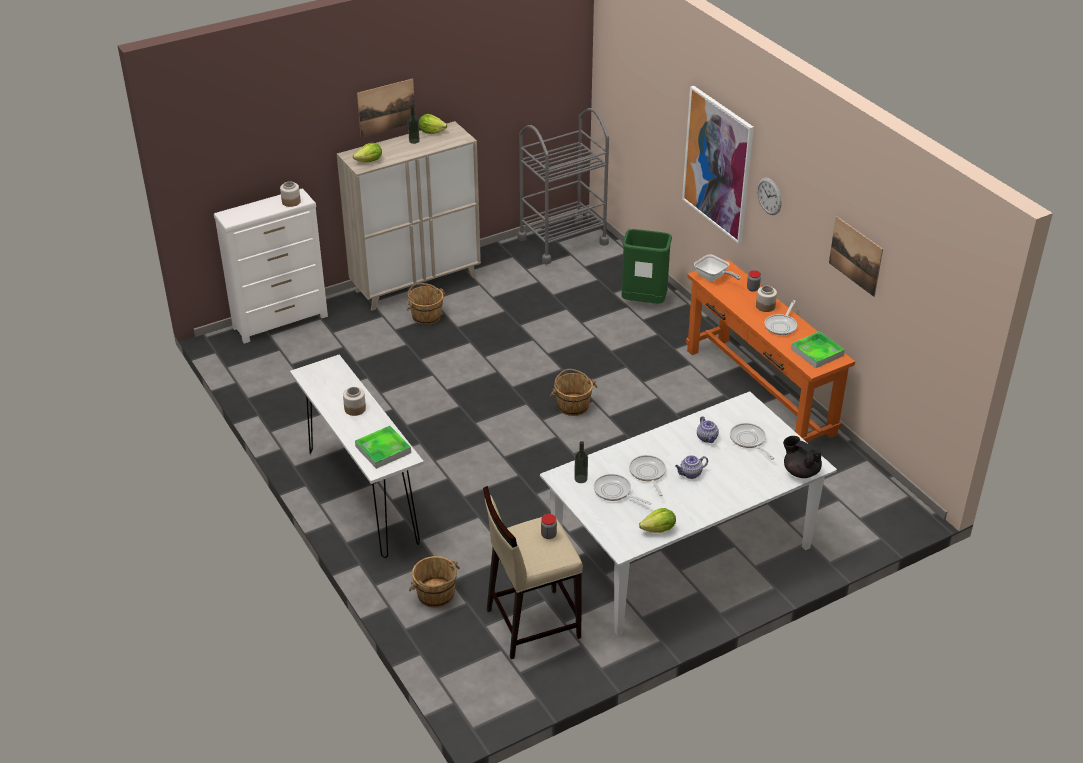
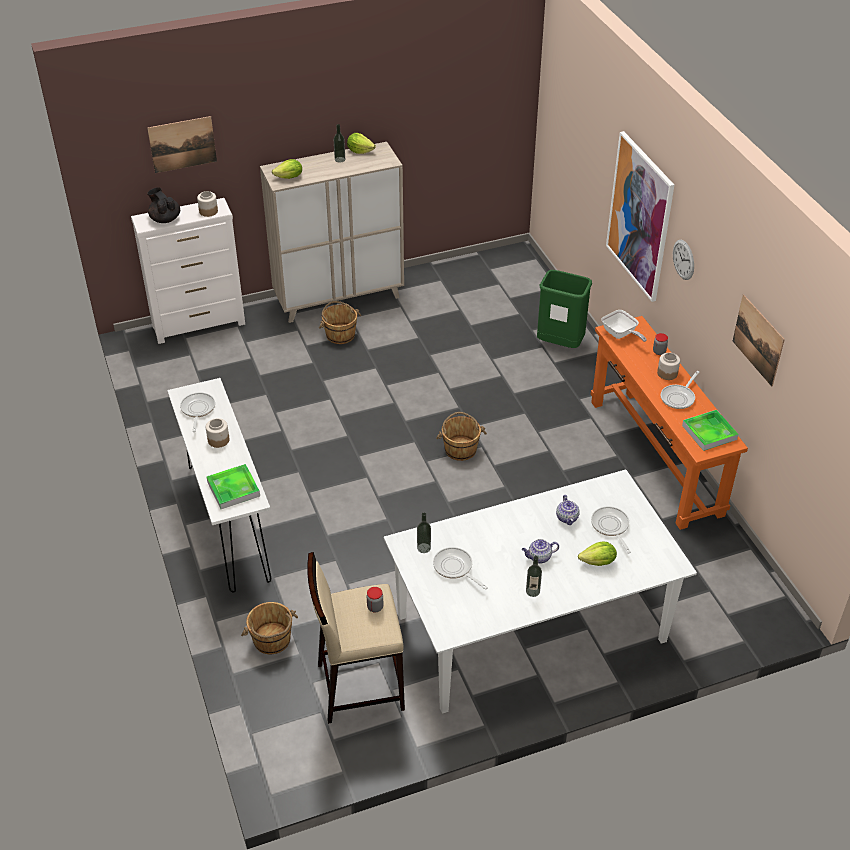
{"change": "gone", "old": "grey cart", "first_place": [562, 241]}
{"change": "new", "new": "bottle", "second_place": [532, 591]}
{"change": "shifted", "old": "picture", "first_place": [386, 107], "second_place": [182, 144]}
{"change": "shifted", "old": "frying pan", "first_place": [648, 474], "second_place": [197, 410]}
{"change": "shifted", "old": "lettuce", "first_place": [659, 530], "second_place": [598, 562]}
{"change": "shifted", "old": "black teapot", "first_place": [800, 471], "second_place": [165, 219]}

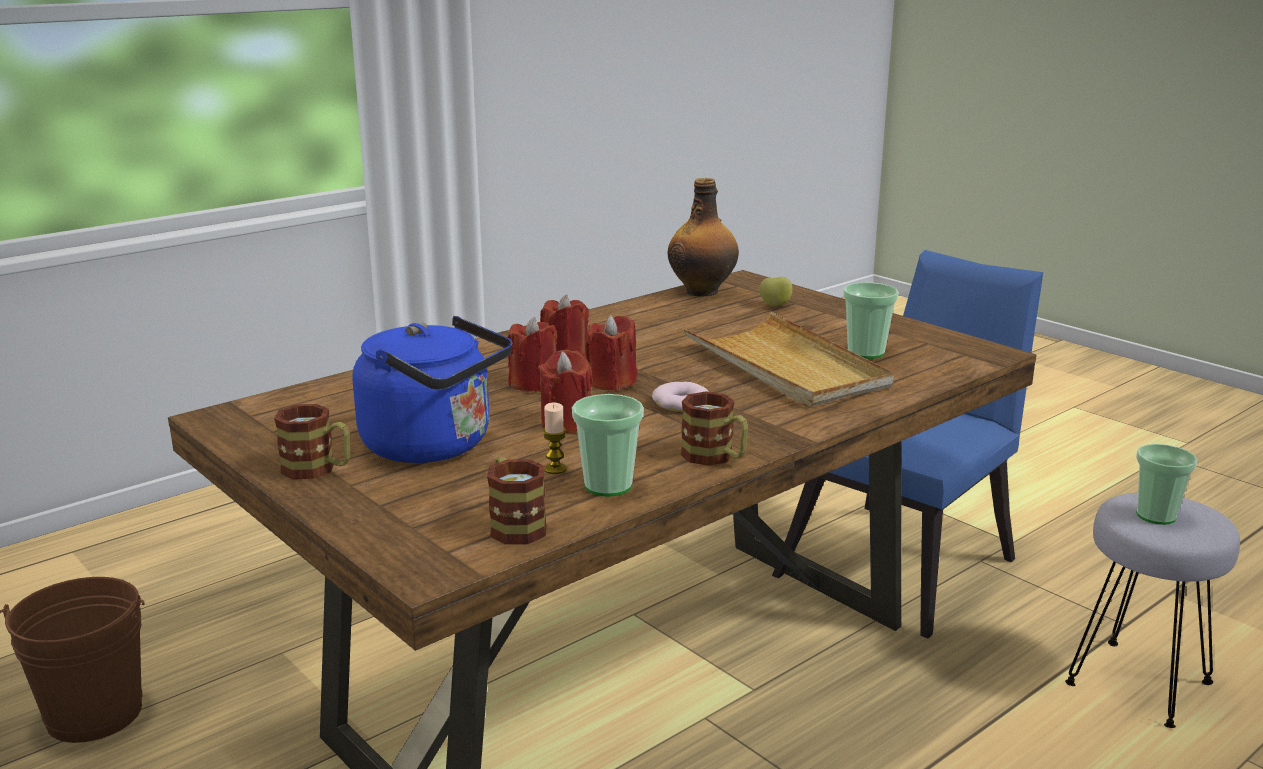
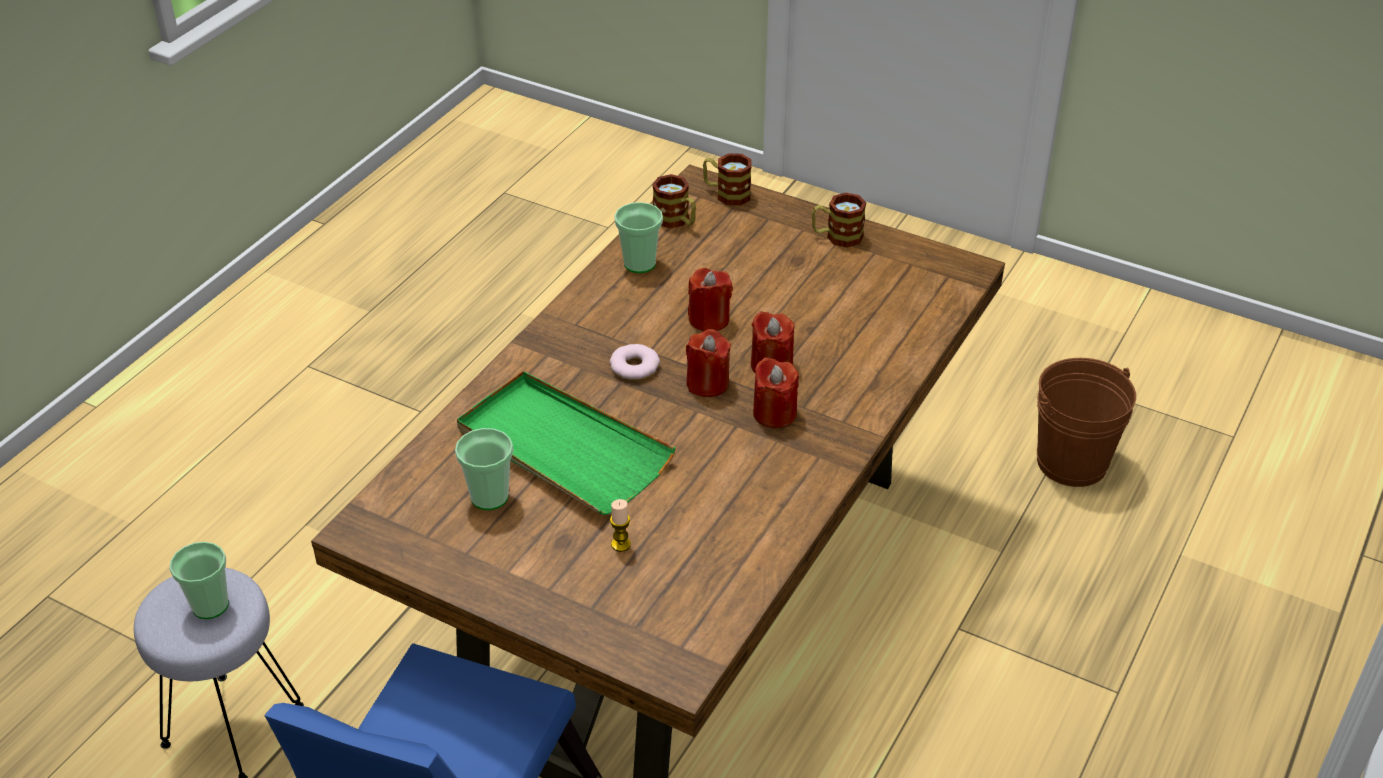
{"change": "gone", "old": "blue kettle", "first_place": [435, 446]}
{"change": "gone", "old": "bottle", "first_place": [703, 291]}
{"change": "gone", "old": "apple", "first_place": [775, 305]}
{"change": "shifted", "old": "candle", "first_place": [555, 469], "second_place": [621, 544]}
{"change": "shifted", "old": "mug", "first_place": [715, 458], "second_place": [726, 194]}
{"change": "repainted", "old": "beige tray", "new": "green tray", "first_place": [786, 367], "second_place": [562, 448]}

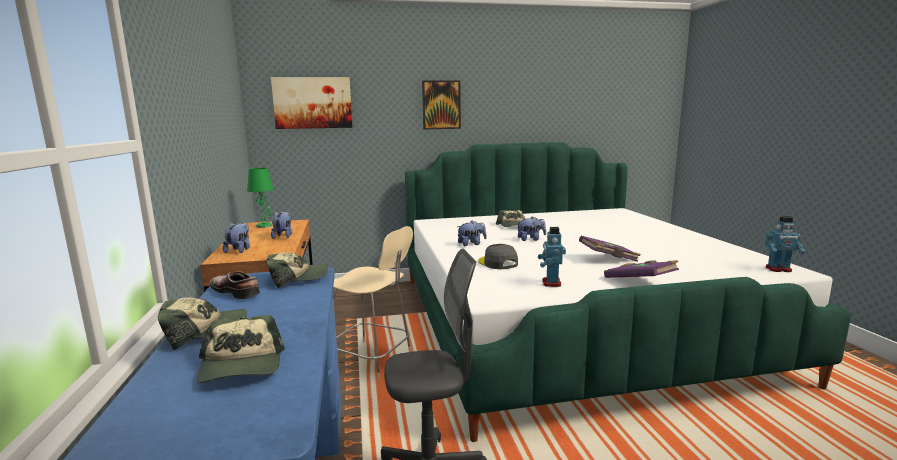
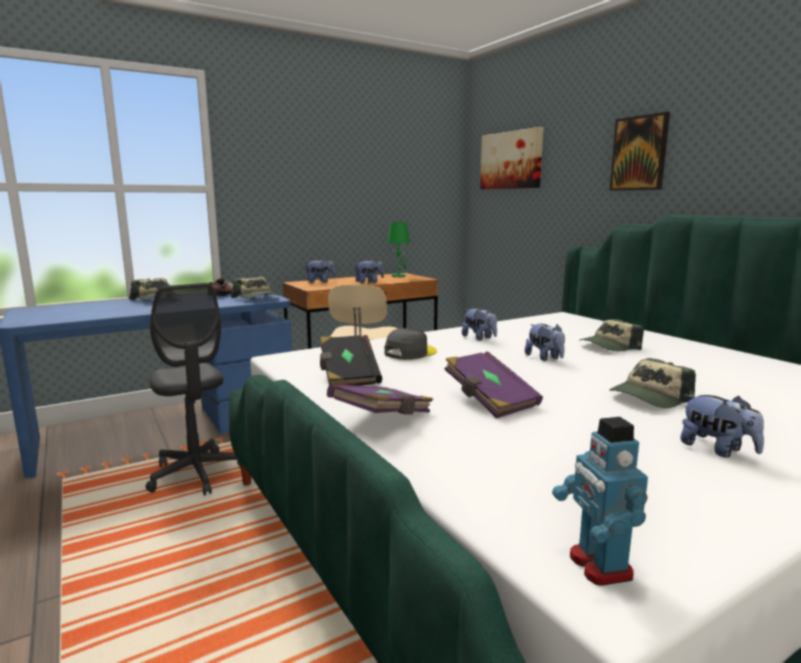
{"change": "new", "new": "plush toy", "second_place": [717, 449]}
{"change": "shifted", "old": "cap", "first_place": [242, 366], "second_place": [649, 398]}
{"change": "swapped", "old": "toy robot", "new": "black book", "first_place": [551, 283], "second_place": [348, 376]}

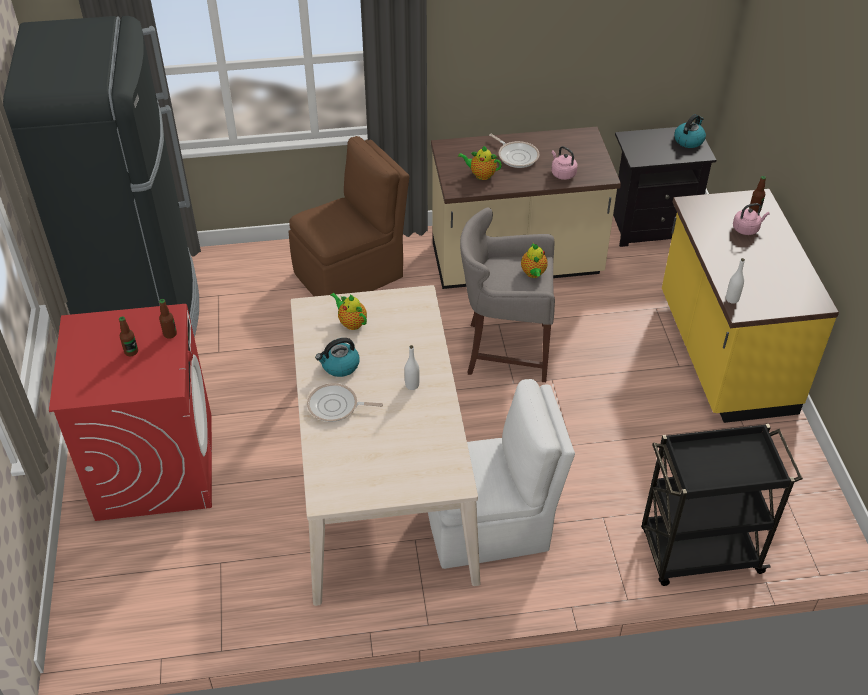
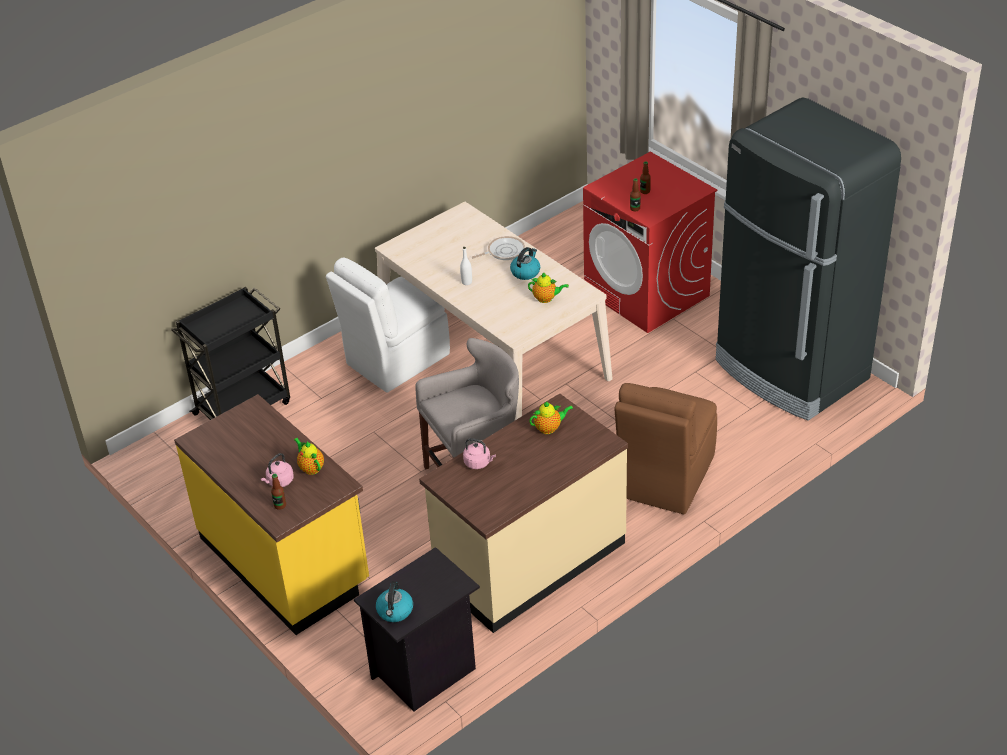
{"change": "gone", "old": "frying pan", "first_place": [516, 156]}
{"change": "gone", "old": "white bottle", "first_place": [732, 299]}
{"change": "shifted", "old": "teapot", "first_place": [533, 274], "second_place": [310, 467]}

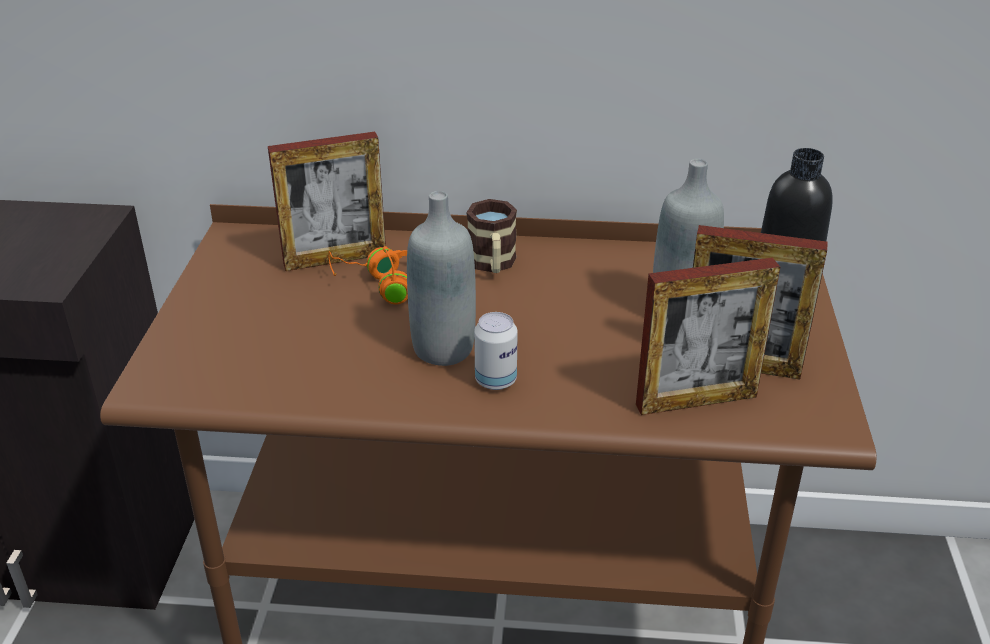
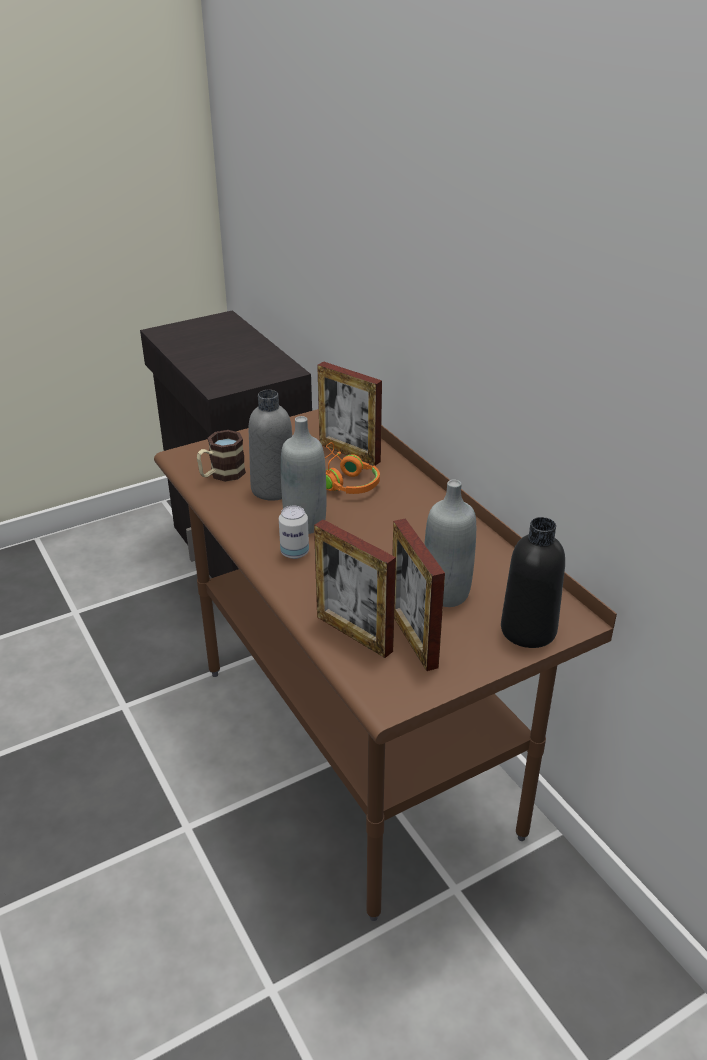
{"change": "new", "new": "grey bottle", "second_place": [273, 489]}
{"change": "shifted", "old": "mug", "first_place": [493, 265], "second_place": [221, 475]}

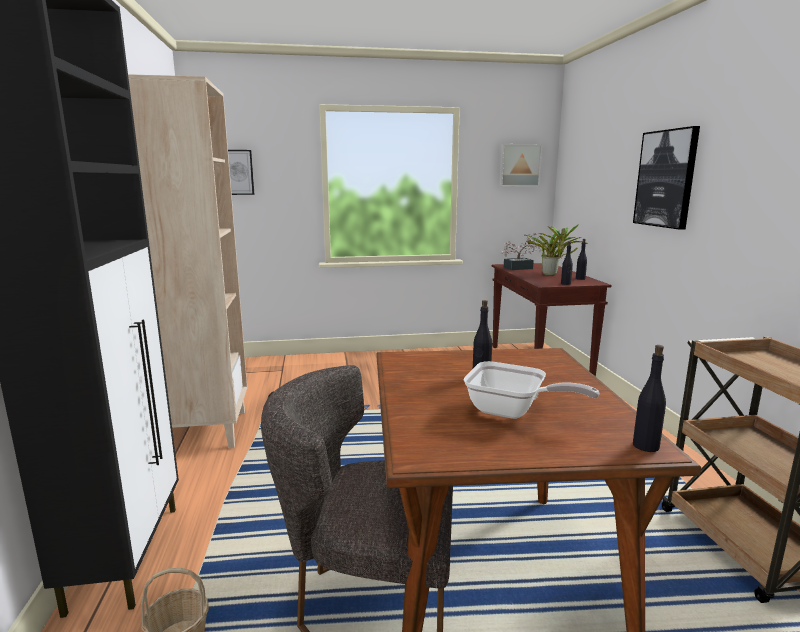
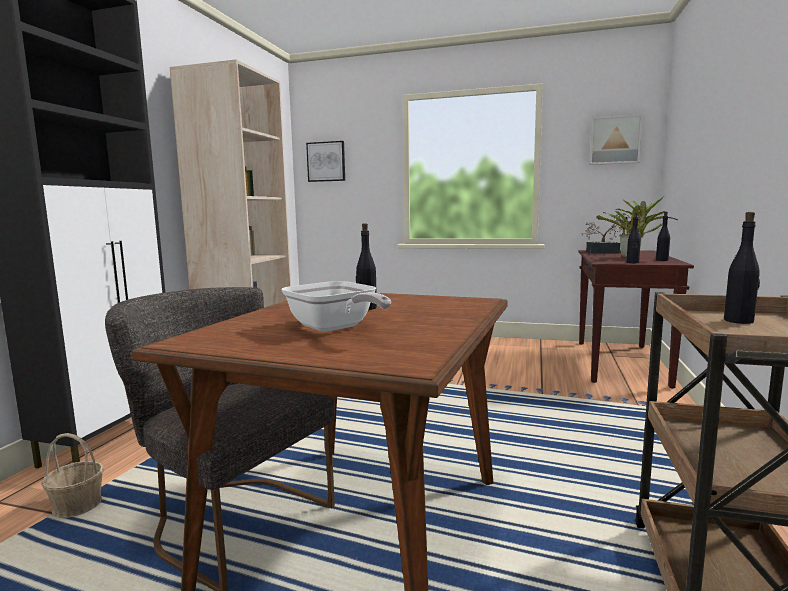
{"change": "gone", "old": "picture", "first_place": [666, 179]}
{"change": "shifted", "old": "black bottle", "first_place": [646, 446], "second_place": [739, 321]}

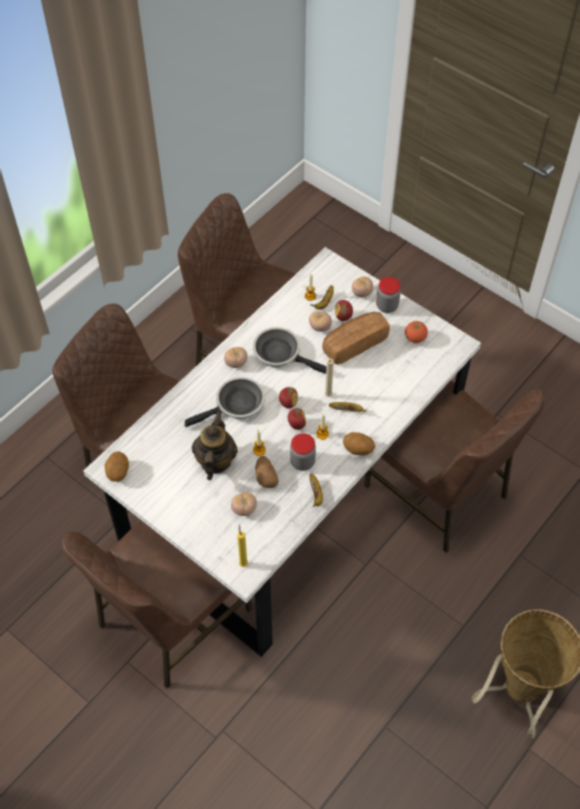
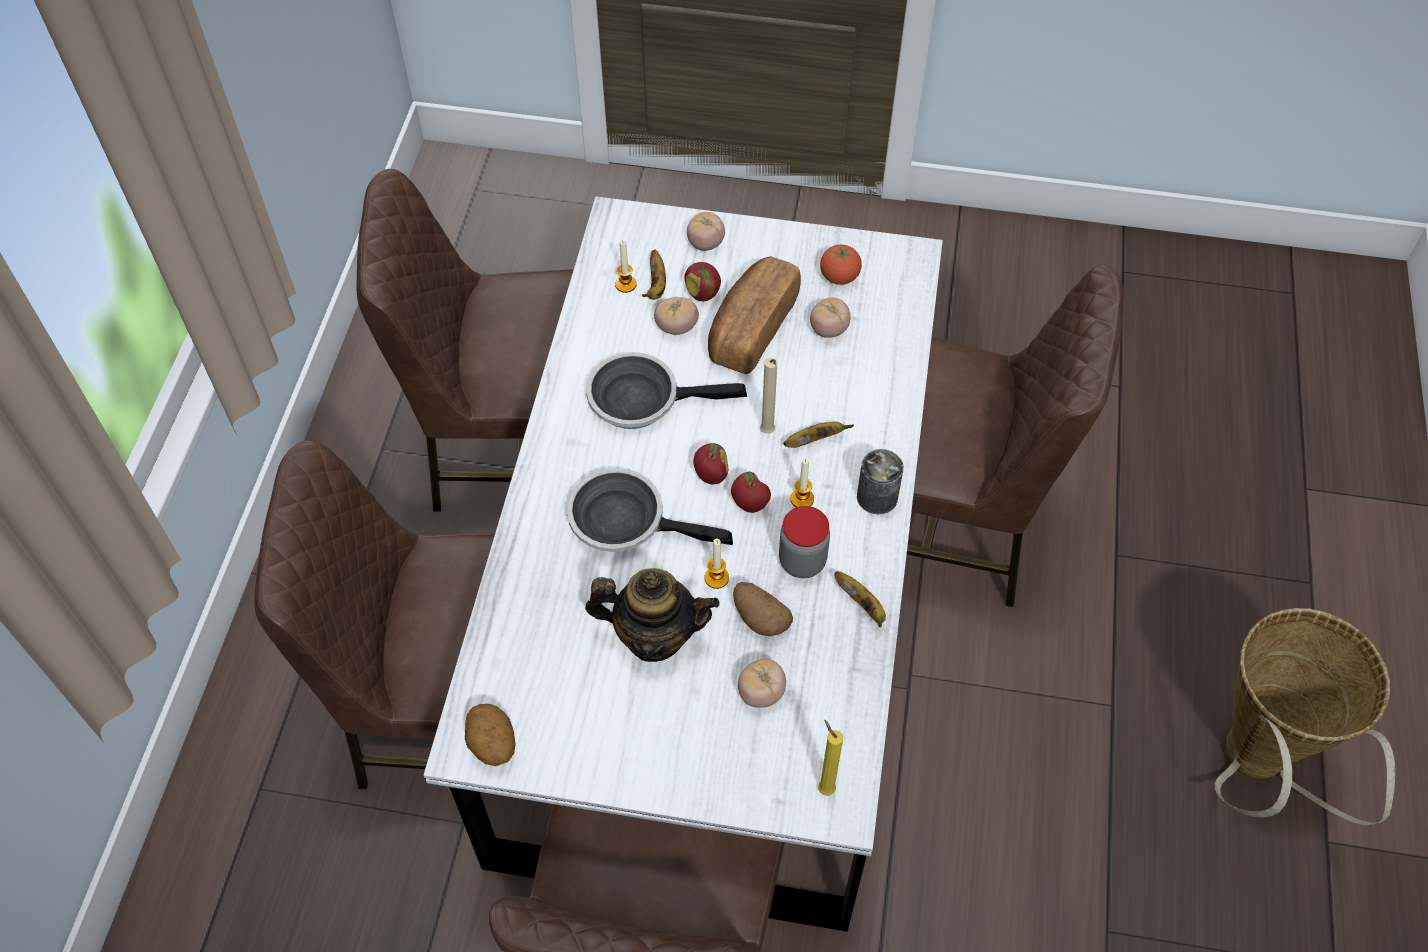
{"change": "gone", "old": "jar", "first_place": [387, 306]}
{"change": "shifted", "old": "tomato", "first_place": [236, 363], "second_place": [829, 329]}
{"change": "swapped", "old": "potato", "new": "can", "first_place": [358, 450], "second_place": [877, 497]}
{"change": "rotated", "old": "frying pan", "first_place": [236, 405], "second_place": [625, 520], "degrees": -105}
{"change": "rotated", "old": "teapot", "first_place": [215, 461], "second_place": [654, 635], "degrees": 120}

